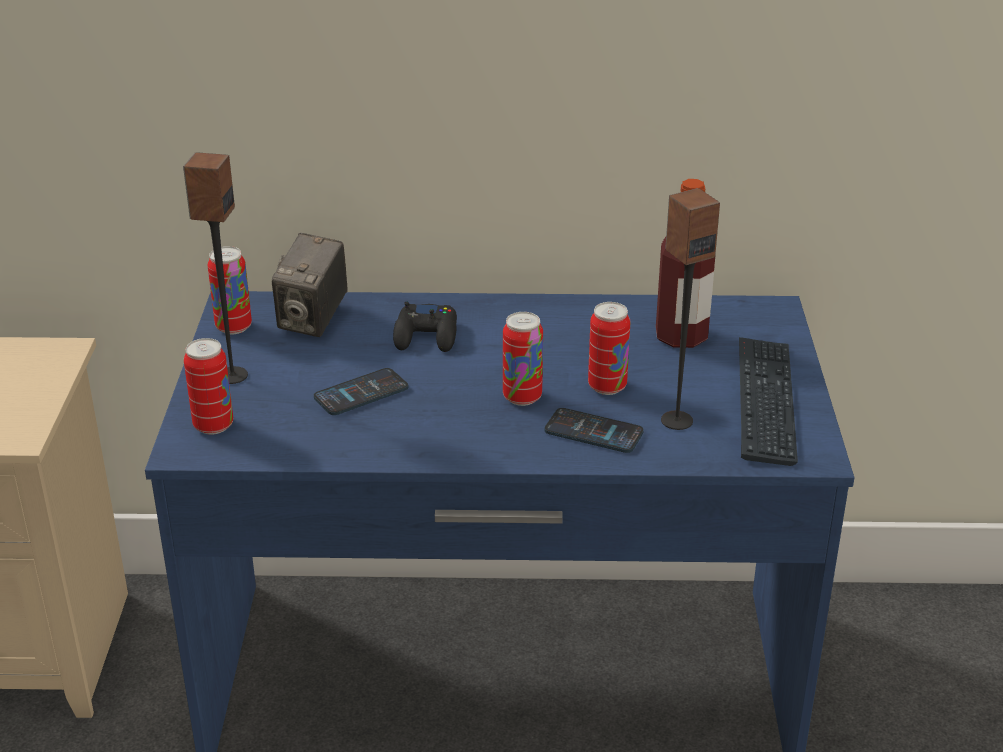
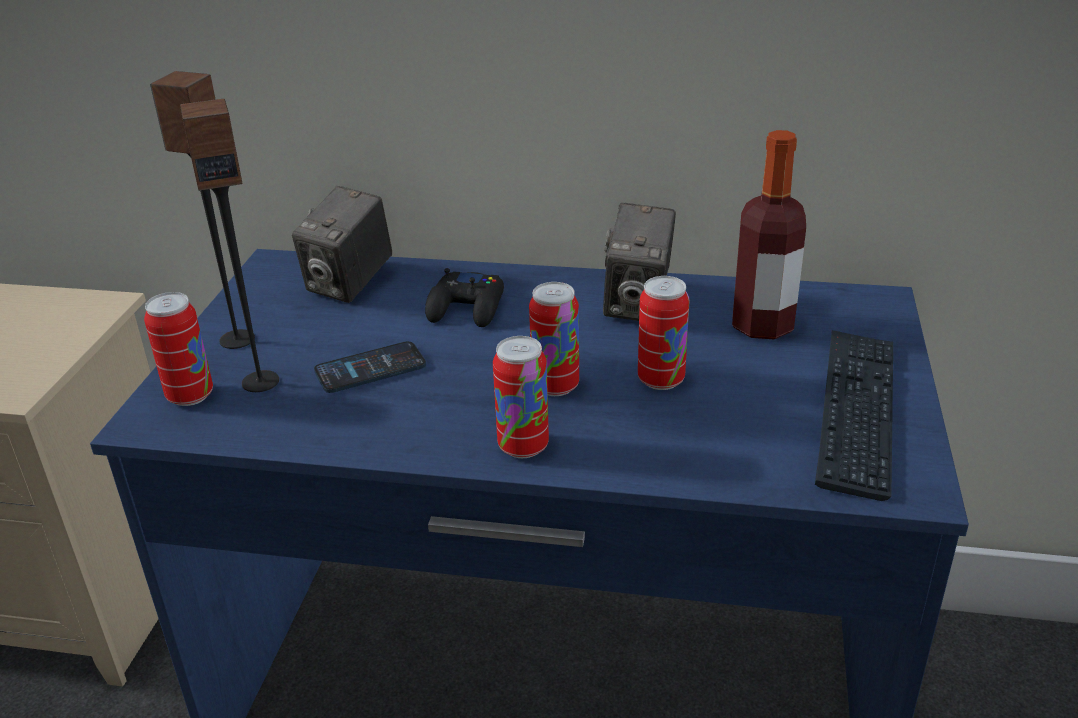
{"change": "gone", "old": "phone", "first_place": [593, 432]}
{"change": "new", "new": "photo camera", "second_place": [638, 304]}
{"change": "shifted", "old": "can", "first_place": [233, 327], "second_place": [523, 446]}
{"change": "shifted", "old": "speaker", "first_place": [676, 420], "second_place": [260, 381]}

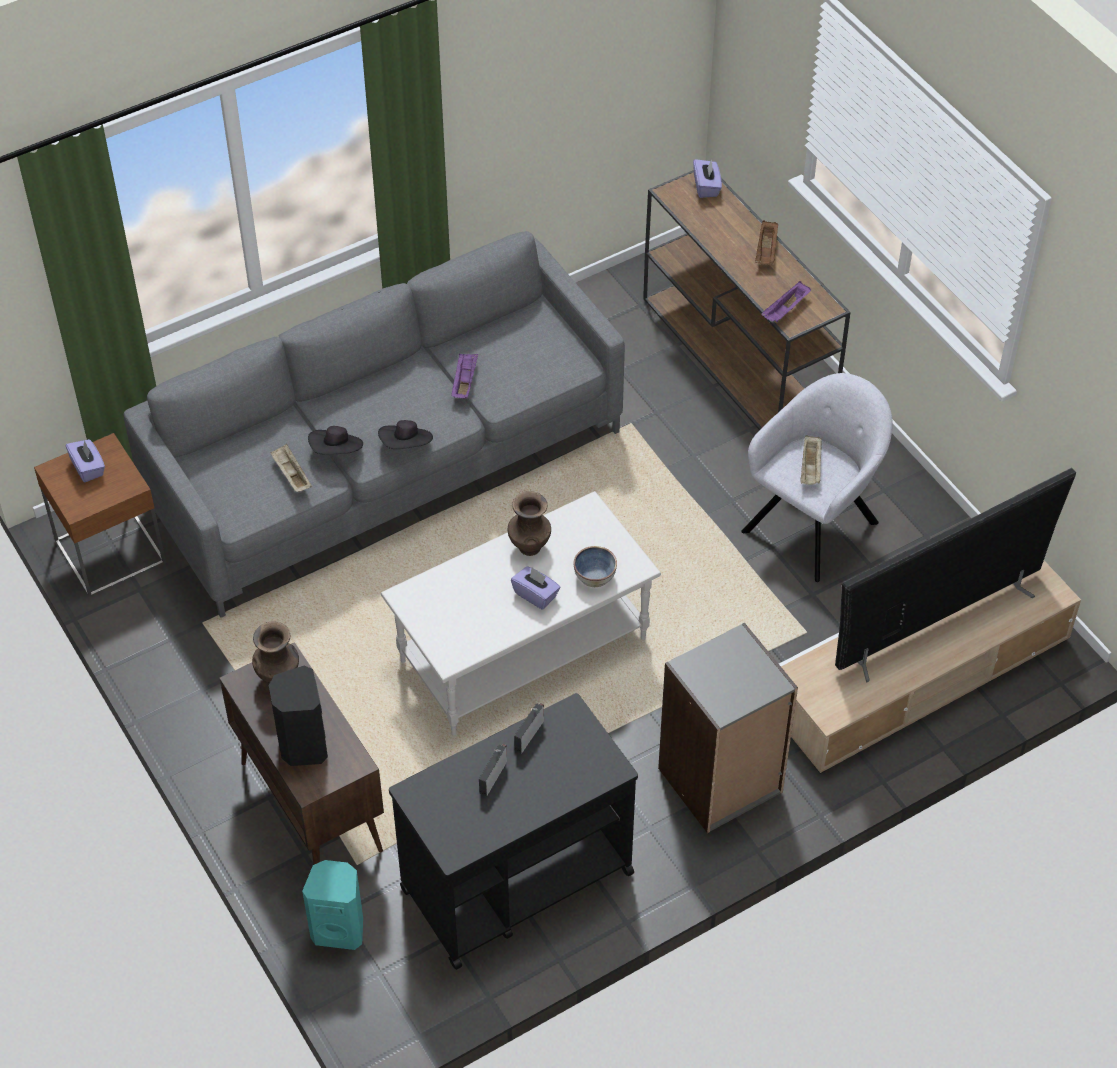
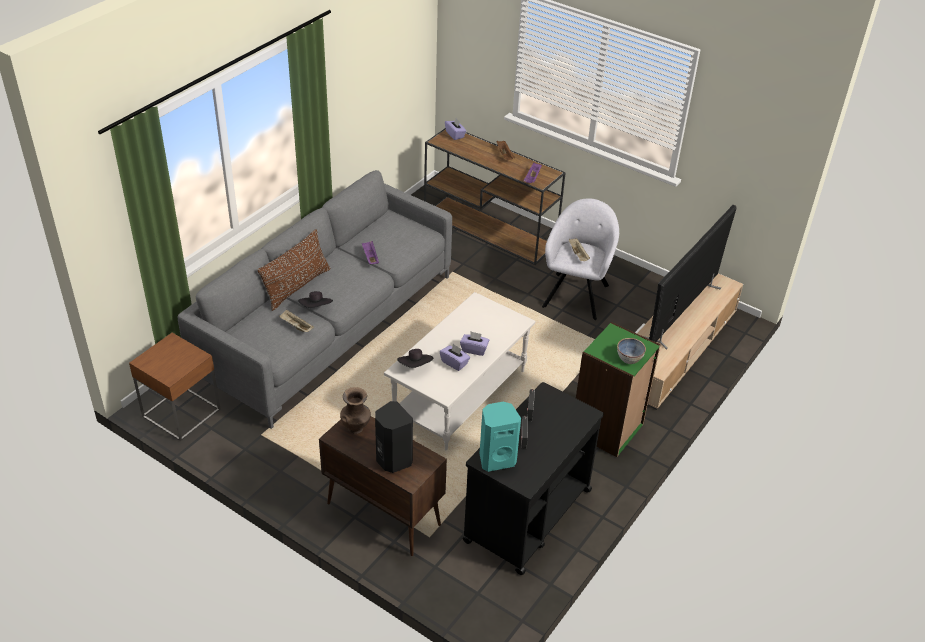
{"change": "gone", "old": "brown vase", "first_place": [529, 546]}
{"change": "new", "new": "brown pillow", "second_place": [297, 287]}
{"change": "shifted", "old": "purple tissue box", "first_place": [88, 468], "second_place": [454, 363]}
{"change": "shifted", "old": "turquoise speaker", "first_place": [339, 929], "second_place": [496, 459]}
{"change": "shifted", "old": "black hat", "first_place": [406, 445], "second_place": [415, 366]}
{"change": "shifted", "old": "bowl", "first_place": [595, 576], "second_place": [629, 358]}
{"change": "repainted", "old": "grey bookcase", "new": "green bookcase", "first_place": [721, 781], "second_place": [607, 429]}

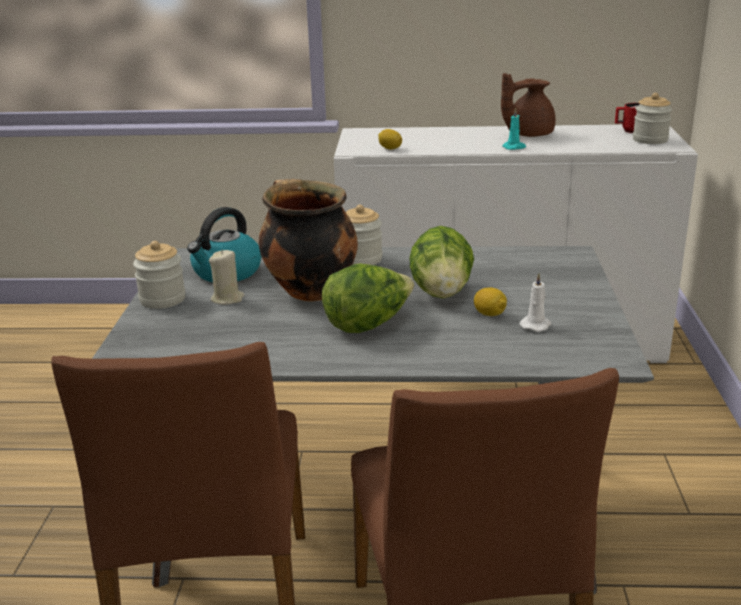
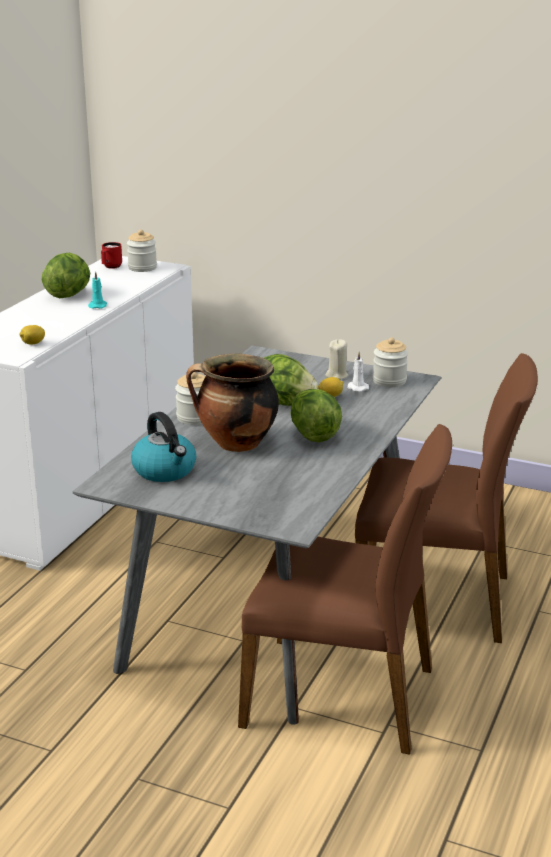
{"change": "shifted", "old": "jar", "first_place": [162, 299], "second_place": [389, 381]}
{"change": "shifted", "old": "beige candle", "first_place": [227, 299], "second_place": [337, 375]}
{"change": "swapped", "old": "brown teapot", "new": "lettuce", "first_place": [527, 134], "second_place": [69, 295]}

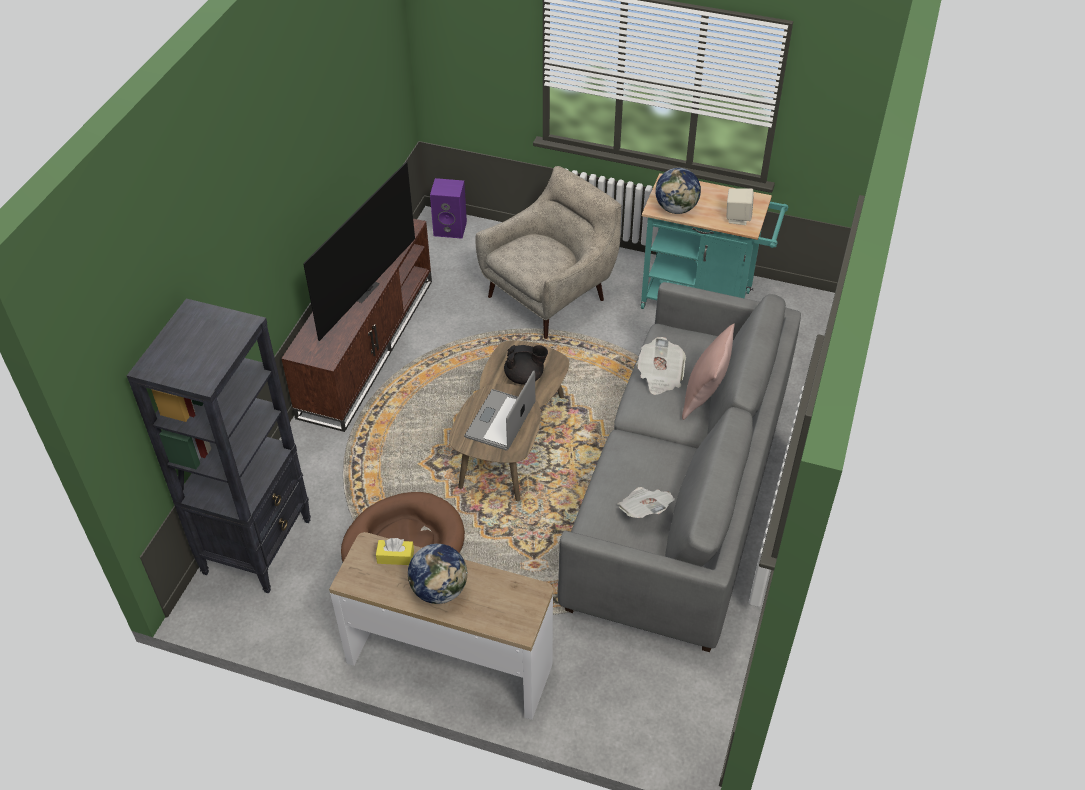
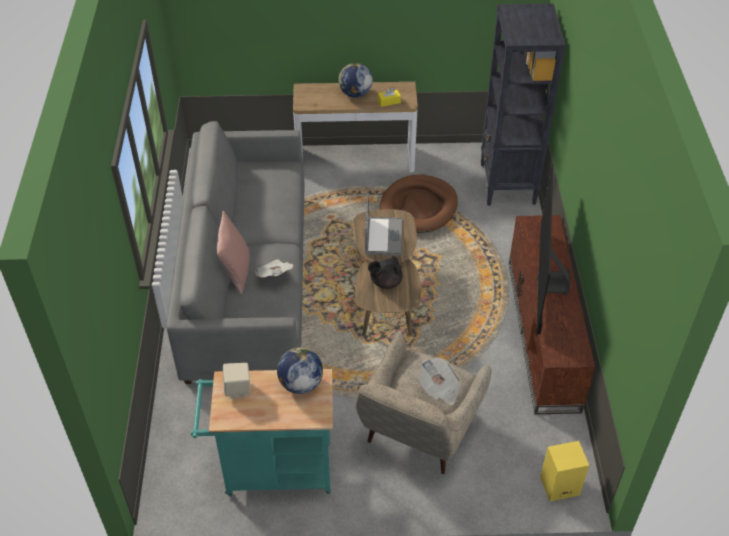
{"change": "shifted", "old": "newspaper", "first_place": [644, 510], "second_place": [440, 388]}
{"change": "repainted", "old": "purple speaker", "new": "yellow speaker", "first_place": [451, 228], "second_place": [559, 487]}

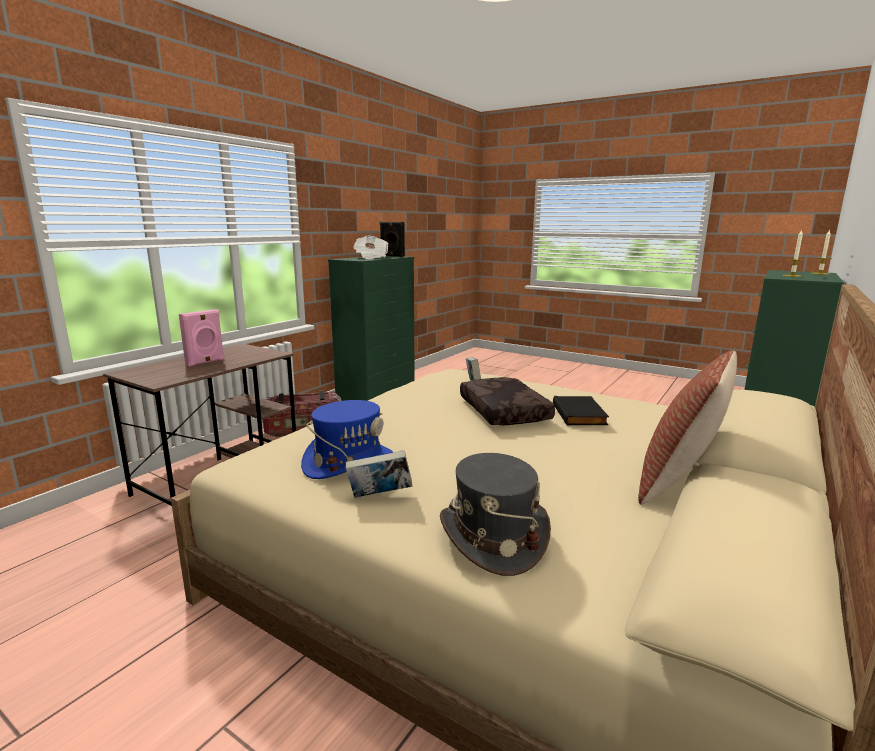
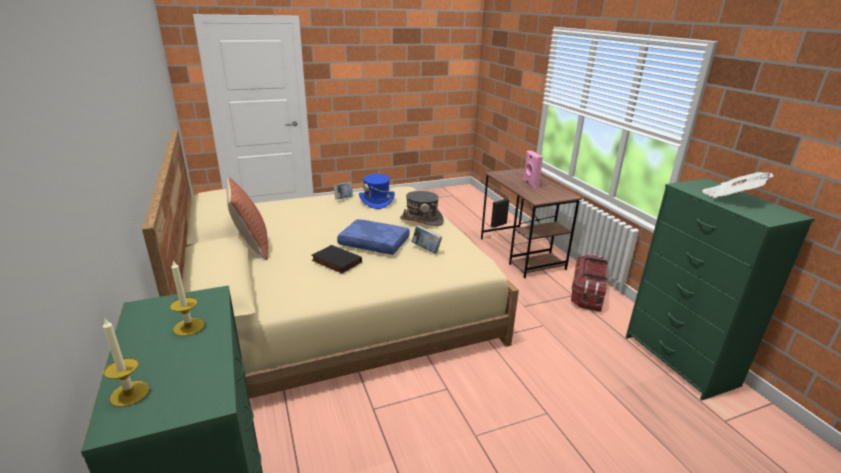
{"change": "shifted", "old": "black speaker", "first_place": [392, 256], "second_place": [498, 224]}
{"change": "shifted", "old": "grey hat", "first_place": [493, 537], "second_place": [421, 220]}
{"change": "repainted", "old": "brown pillow", "new": "blue pillow", "first_place": [502, 412], "second_place": [375, 243]}

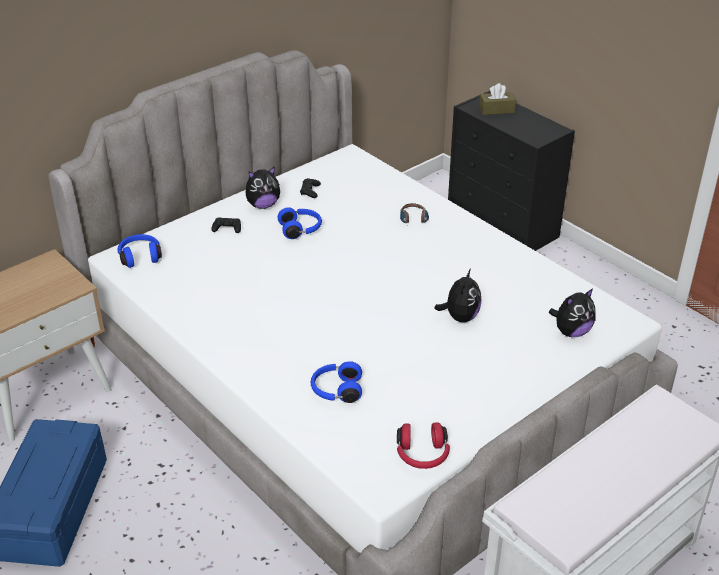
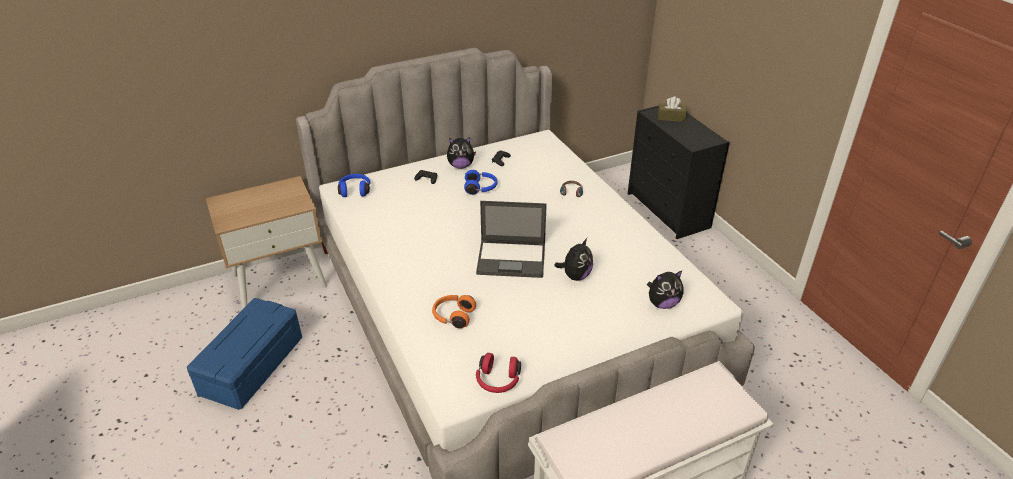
{"change": "new", "new": "laptop", "second_place": [512, 259]}
{"change": "repainted", "old": "blue headphones", "new": "orange headphones", "first_place": [336, 390], "second_place": [453, 316]}

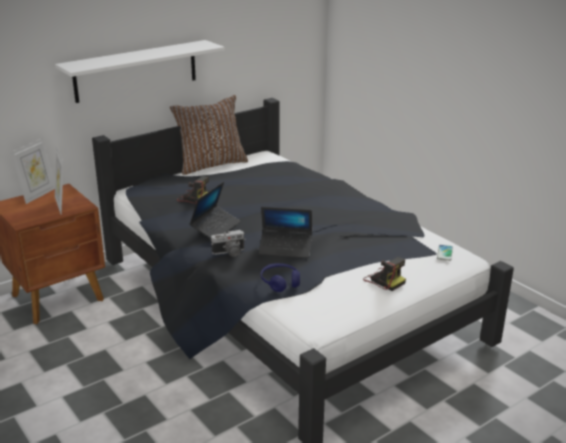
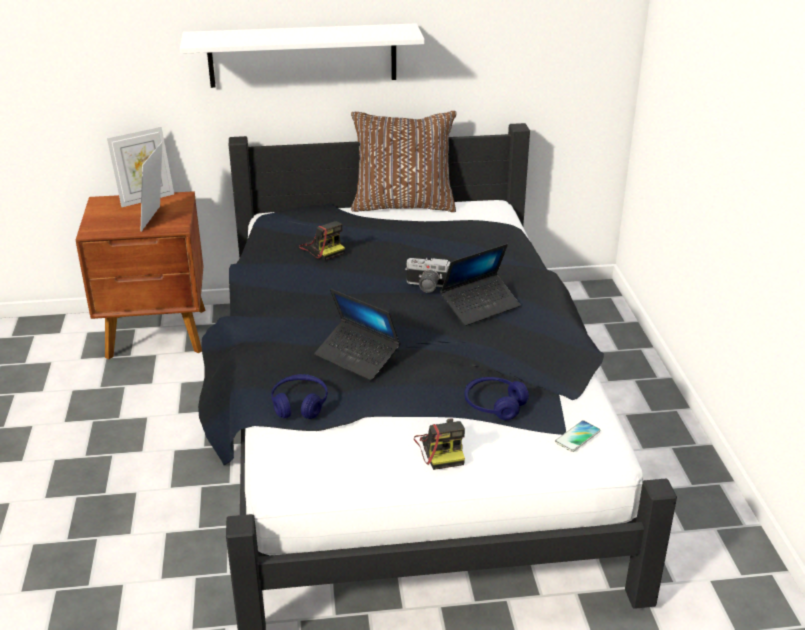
{"change": "new", "new": "blue headphones", "second_place": [494, 405]}
{"change": "shifted", "old": "laptop", "first_place": [215, 228], "second_place": [480, 306]}
{"change": "shifted", "old": "photo camera", "first_place": [229, 253], "second_place": [426, 286]}

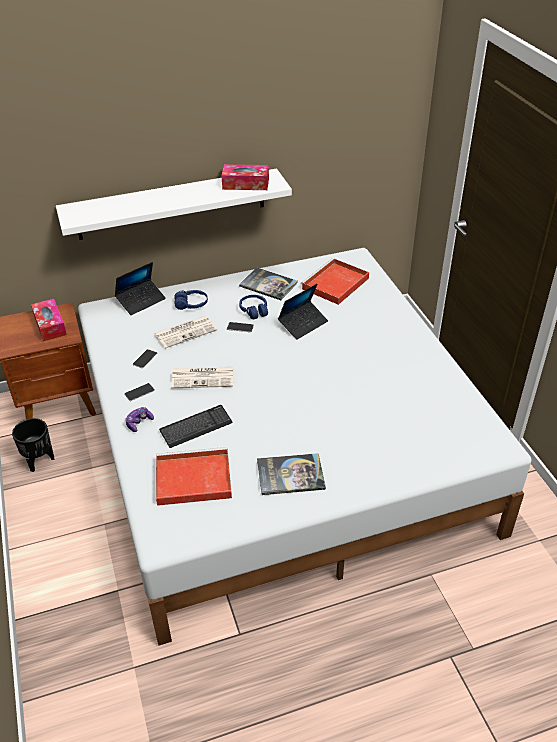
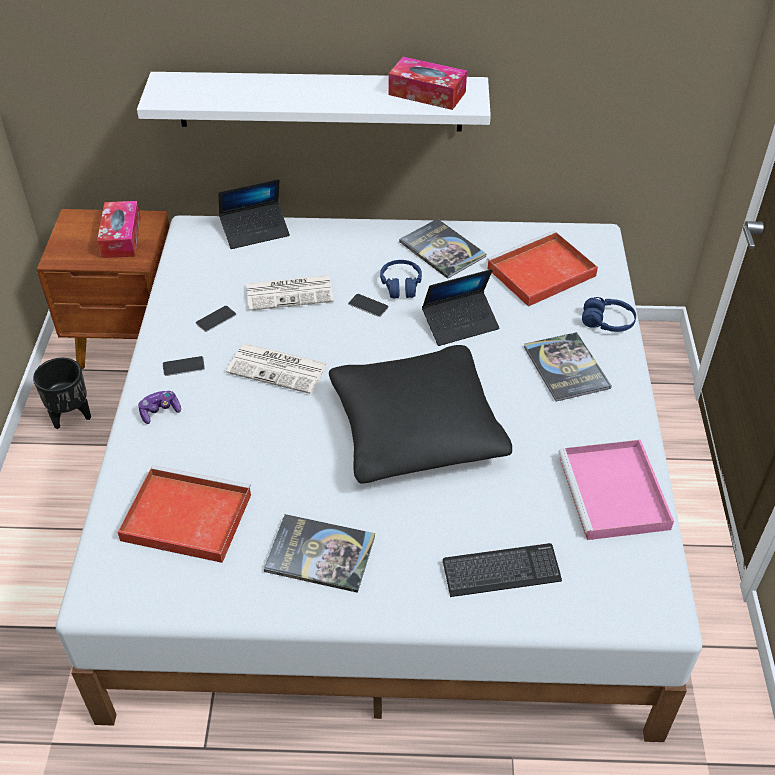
{"change": "new", "new": "black pillow", "second_place": [416, 429]}
{"change": "new", "new": "book", "second_place": [566, 367]}
{"change": "new", "new": "pink tray", "second_place": [615, 494]}
{"change": "shifted", "old": "keyboard", "first_place": [196, 427], "second_place": [501, 571]}
{"change": "shifted", "old": "blue headphones", "first_place": [191, 304], "second_place": [607, 322]}

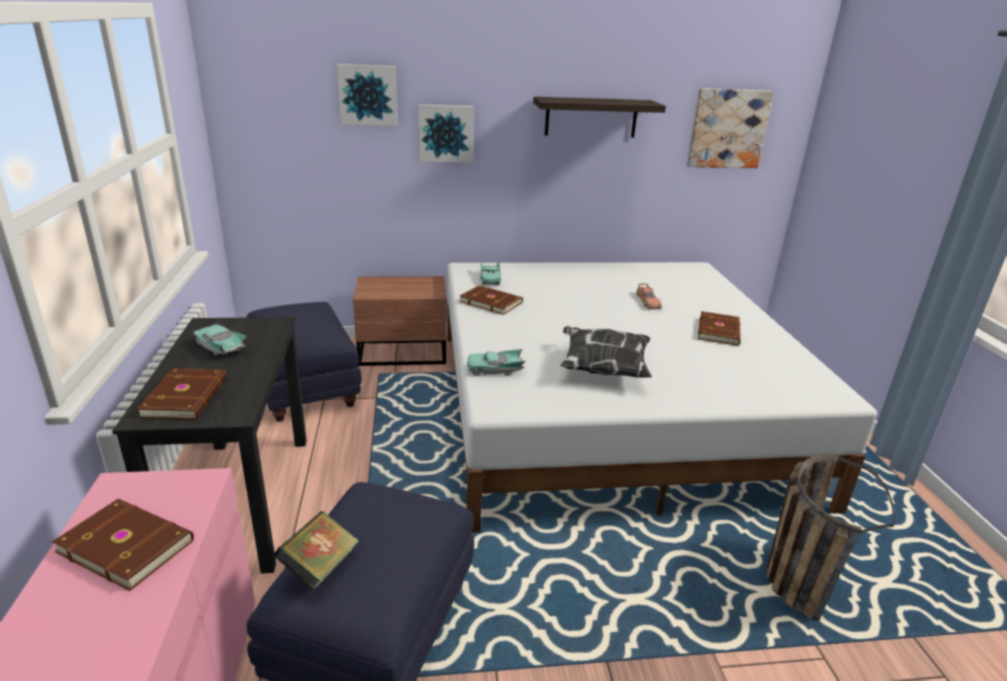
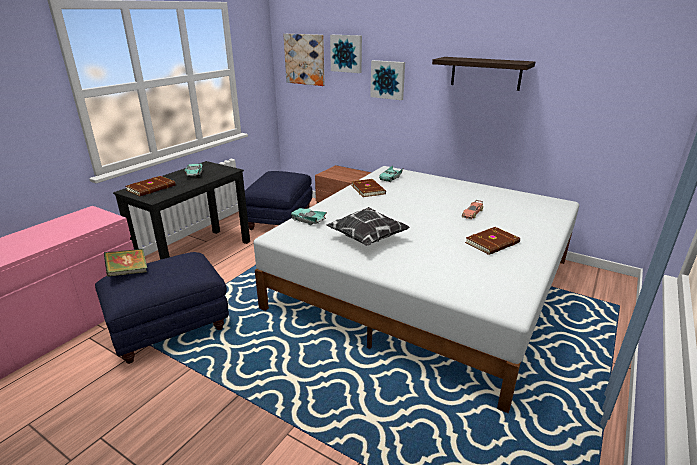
{"change": "gone", "old": "brown book", "first_place": [127, 544]}
{"change": "gone", "old": "basket", "first_place": [796, 573]}
{"change": "shifted", "old": "picture", "first_place": [728, 128], "second_place": [305, 59]}

